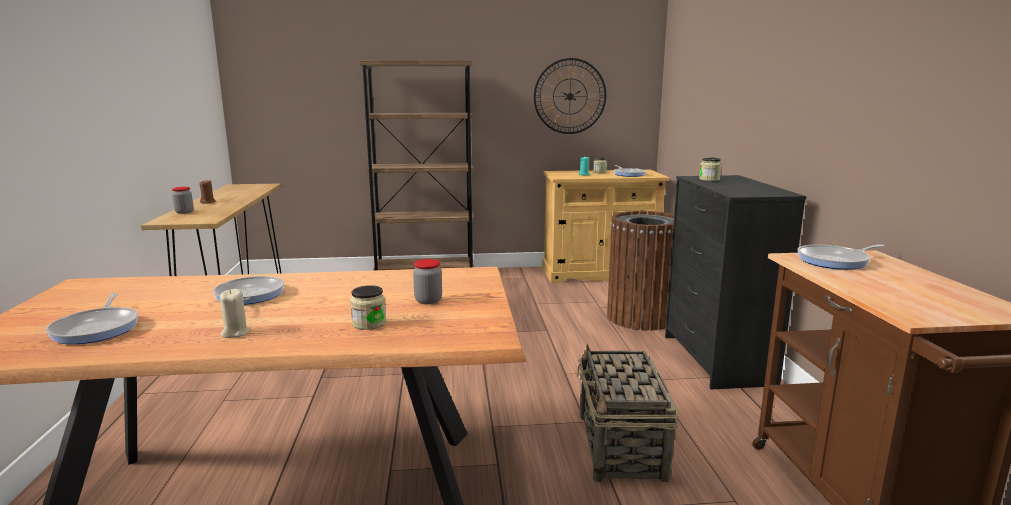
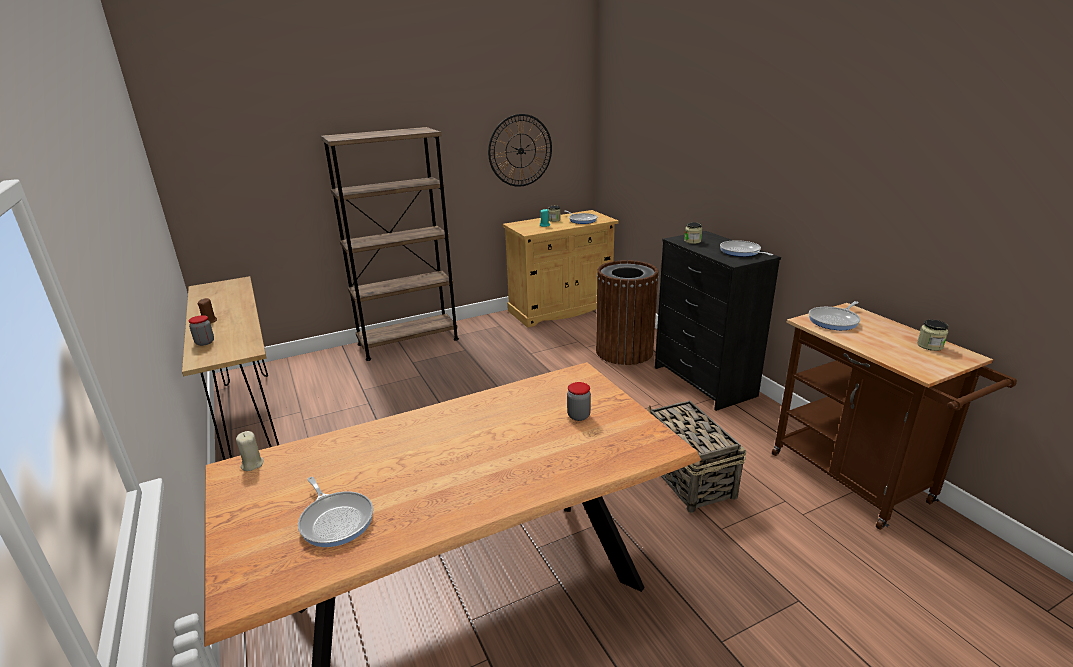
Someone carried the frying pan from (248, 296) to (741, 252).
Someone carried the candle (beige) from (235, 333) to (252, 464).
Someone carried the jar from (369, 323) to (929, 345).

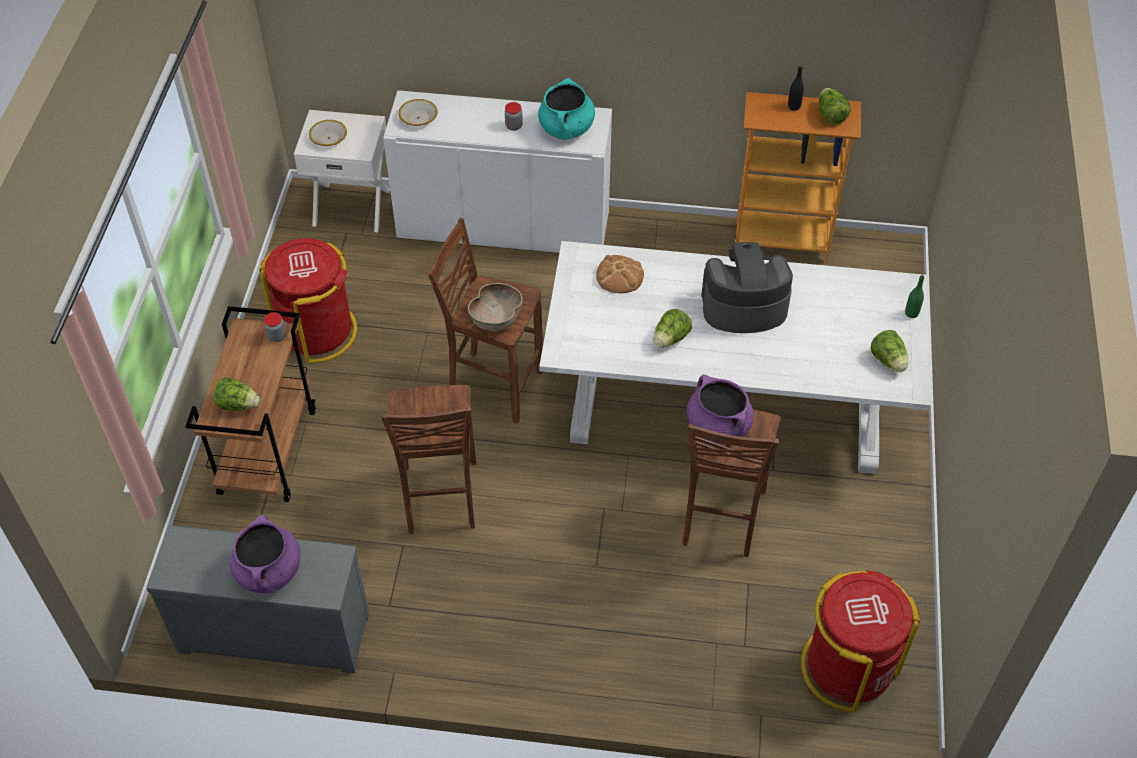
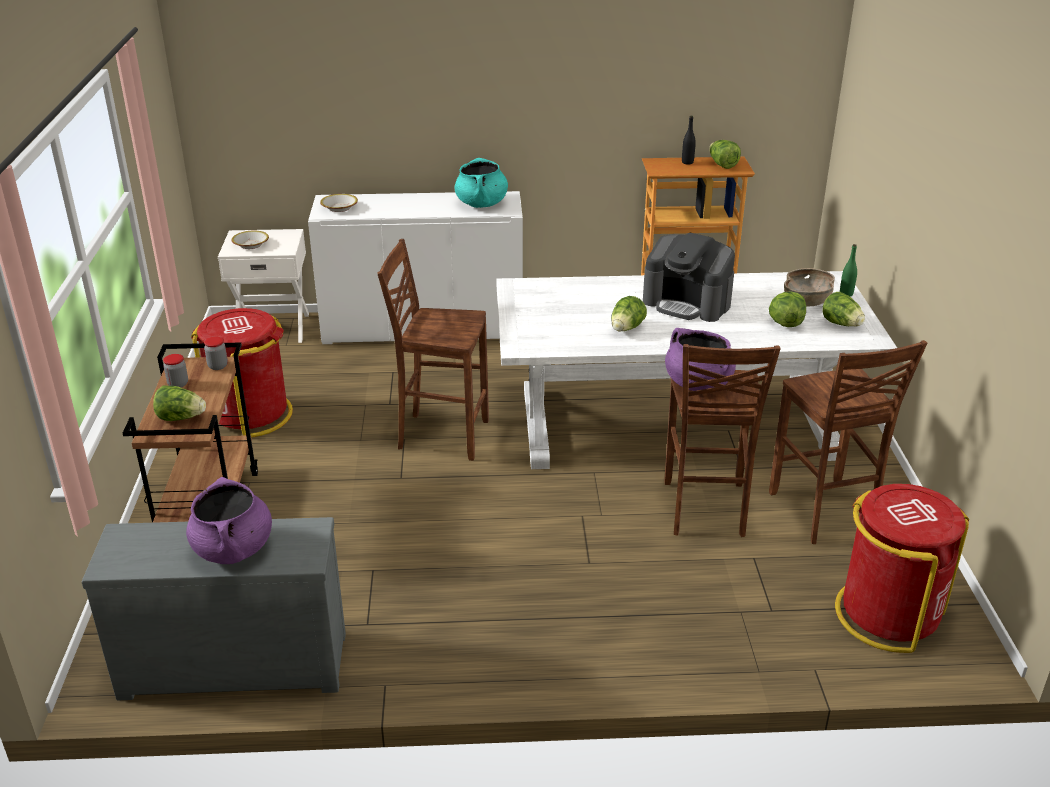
Someone took away the bread at (619, 275).
Someone put down the lettuce at (785, 323).
Someone carried the stool (brown) from (439, 499) to (823, 513).
Someone carried the bowl (brown) from (496, 319) to (806, 301).
Someone carried the jar from (514, 126) to (178, 384).
Someone rotated the coffee machine at (743, 306) by 135 degrees counterclockwise.

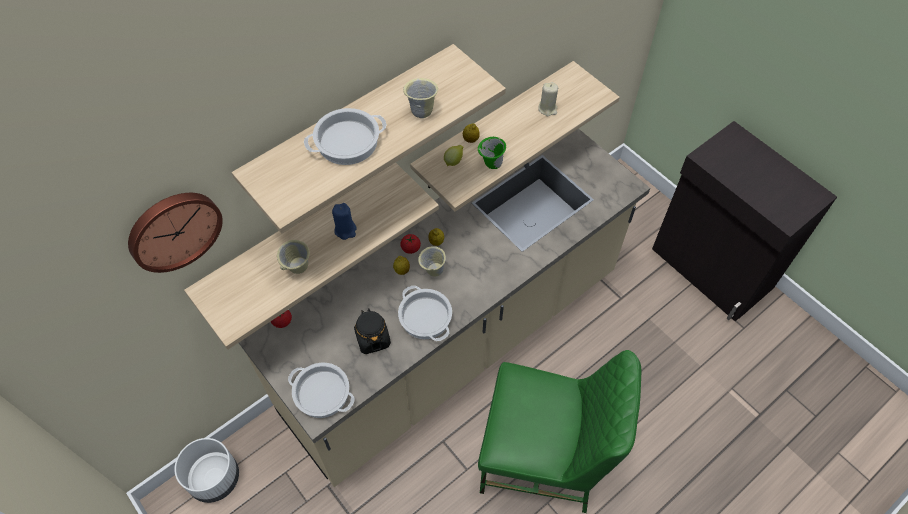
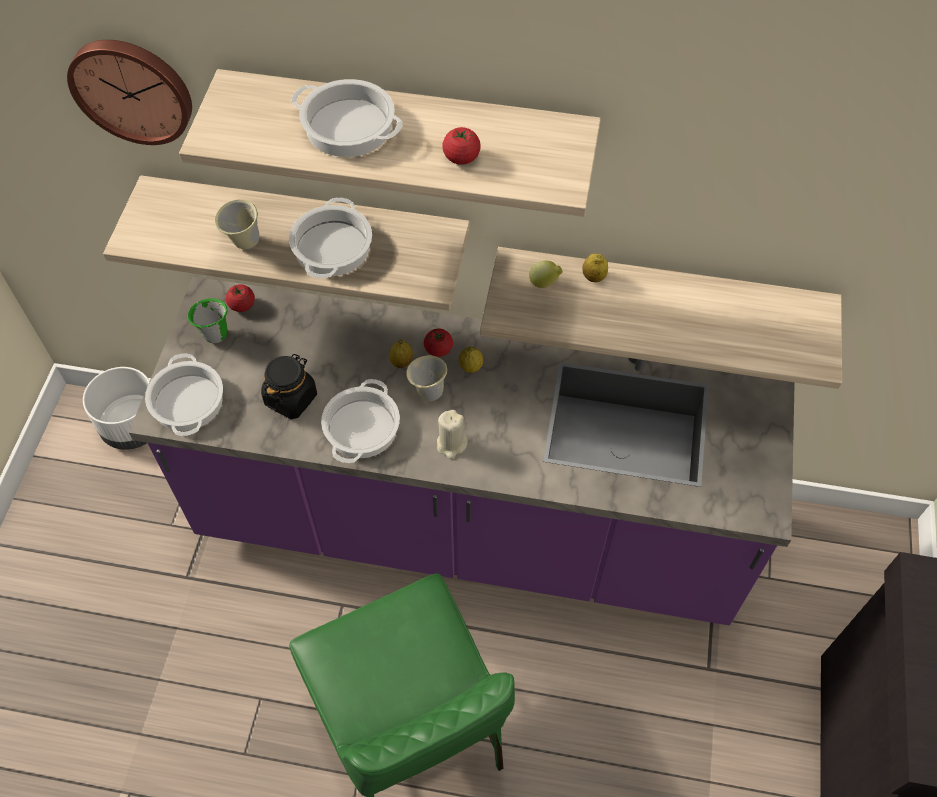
Someone carried the mug (green) from (490, 164) to (214, 334).
Someone carried the candle (beige) from (547, 109) to (451, 444).
Someone swapped the candle (blue) at (345, 230) for the cooking pot at (331, 247).
Someone swapped the mug (beige) at (421, 111) for the tomato at (461, 157).
Someone repainted the counter (beige) at (454, 344), which became the counter (purple) at (468, 527).

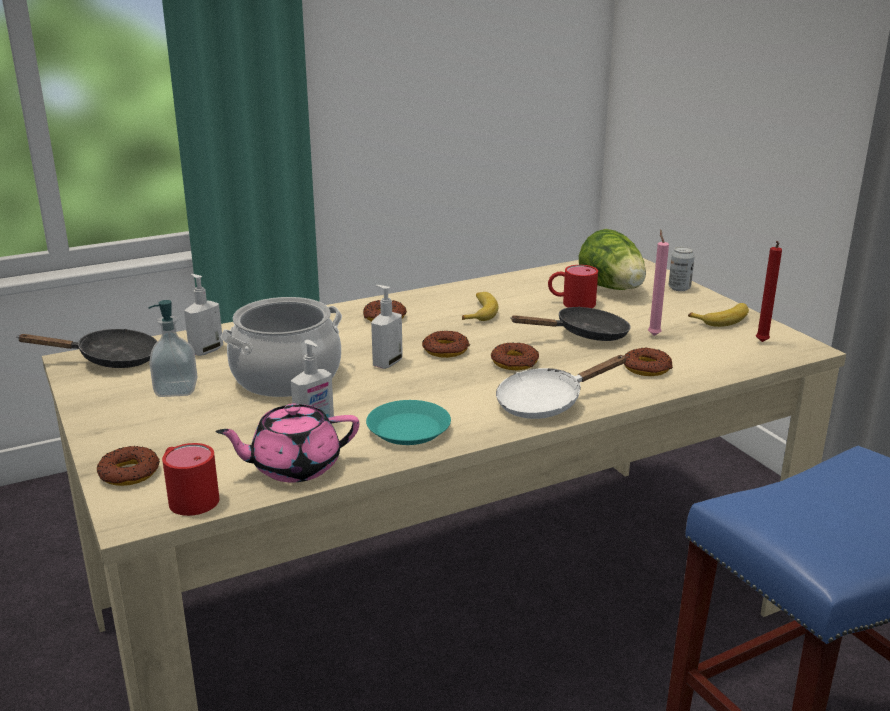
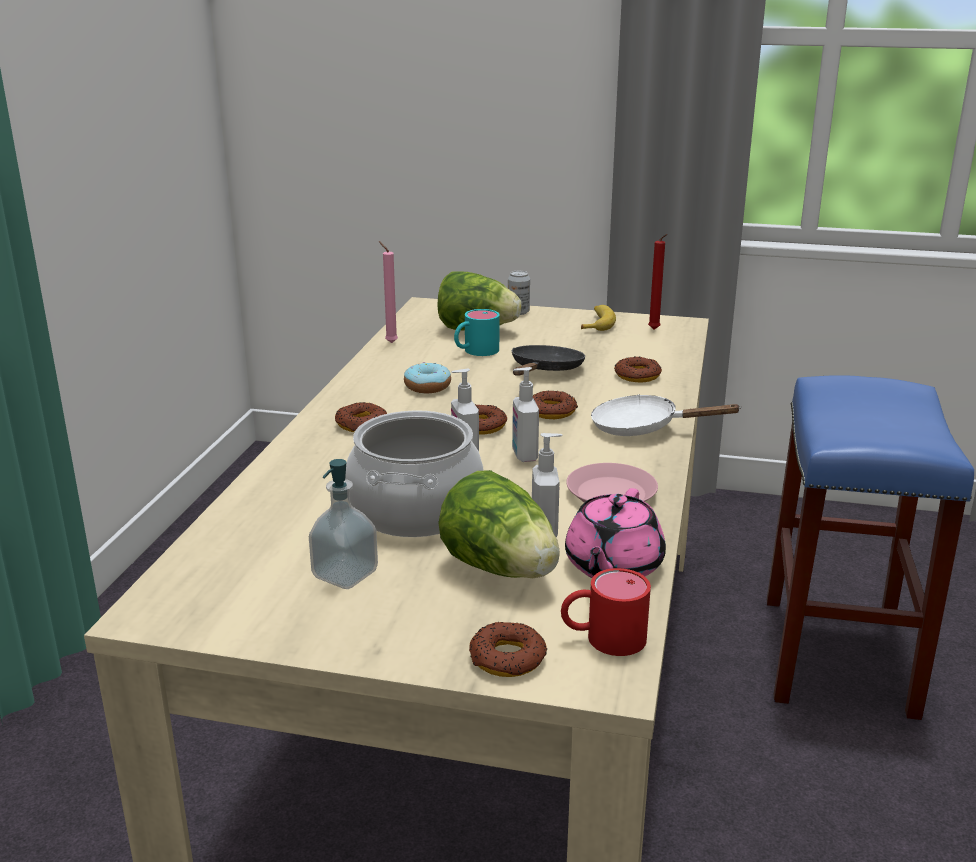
Someone took away the frying pan (black) at (110, 359).
Someone put down the lettuce at (501, 569).
Someone carried the soap dispenser from (205, 350) to (523, 455).
Someone carried the candle (pink) from (653, 334) to (390, 342).
Someone swapped the banana at (479, 312) for the donut at (427, 387).
Someone repainted the plate (turquoise) at (409, 429), which became the plate (pink) at (611, 493).
Someone repainted the mug (red) at (571, 303), which became the mug (turquoise) at (475, 351).
Someone rotated the frying pan (white) at (546, 403) by 90 degrees clockwise.

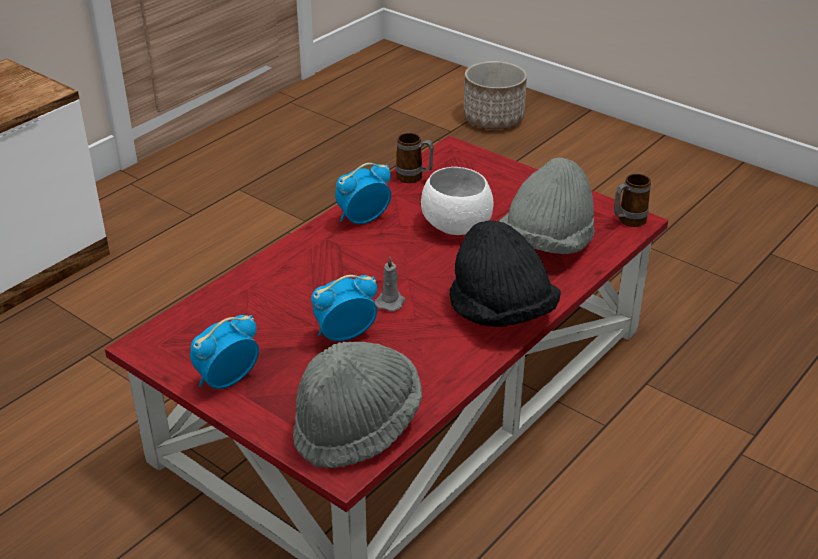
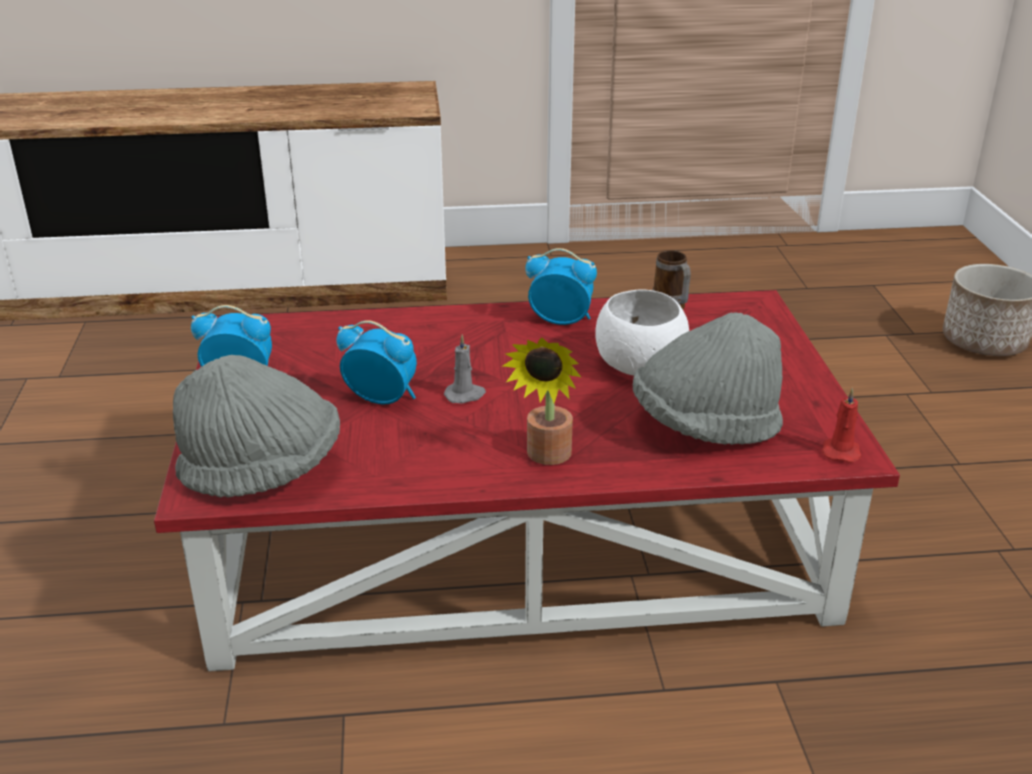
Someone swapped the hat (black) at (500, 312) for the potted plant at (547, 457).
Someone swapped the mug at (627, 221) for the candle (red) at (840, 451).

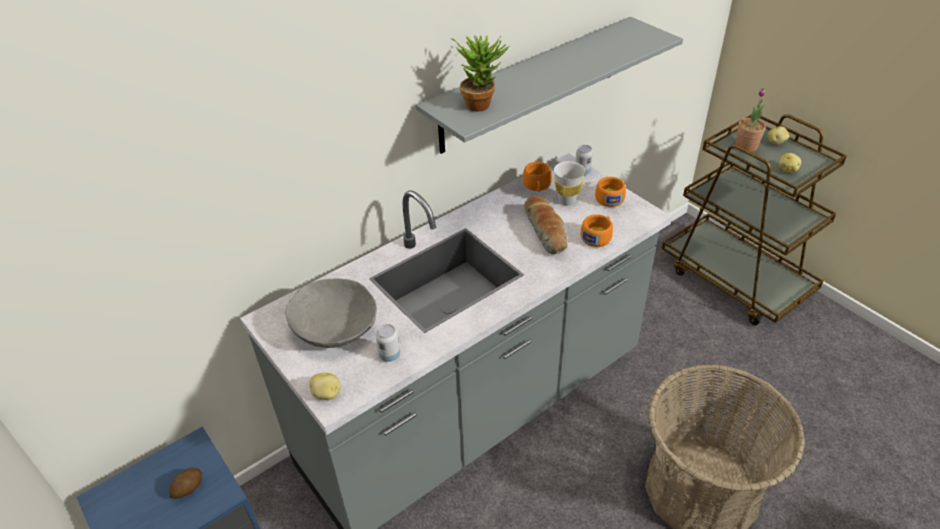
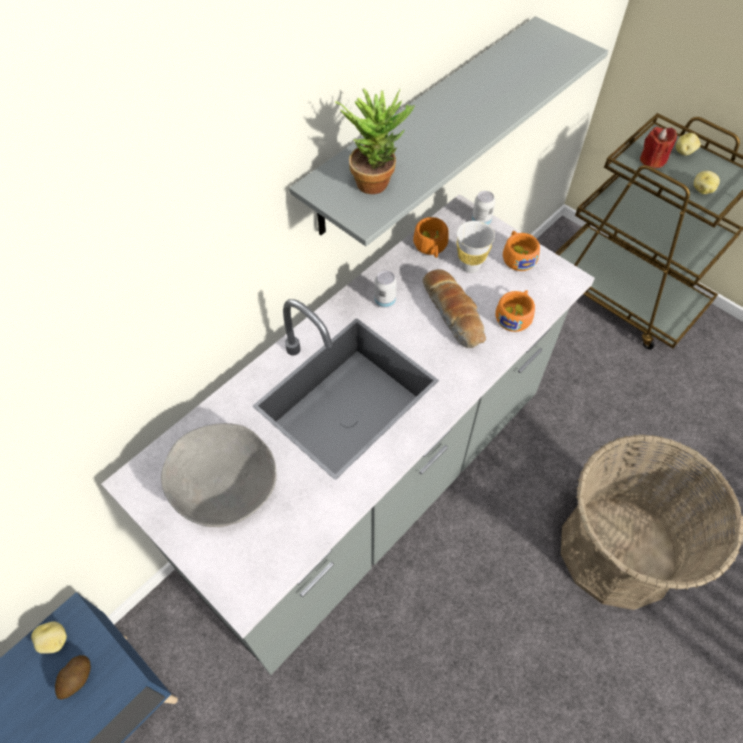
Someone carried the potato from (327, 394) to (54, 641).
Someone carried the can from (389, 355) to (385, 301).
Someone swapped the potted plant at (746, 146) for the candle (red) at (652, 160).

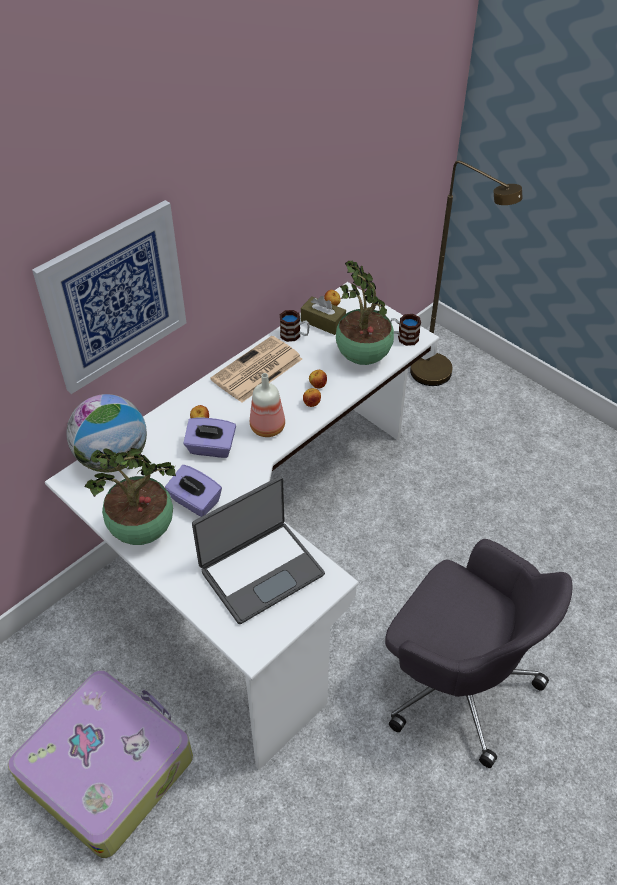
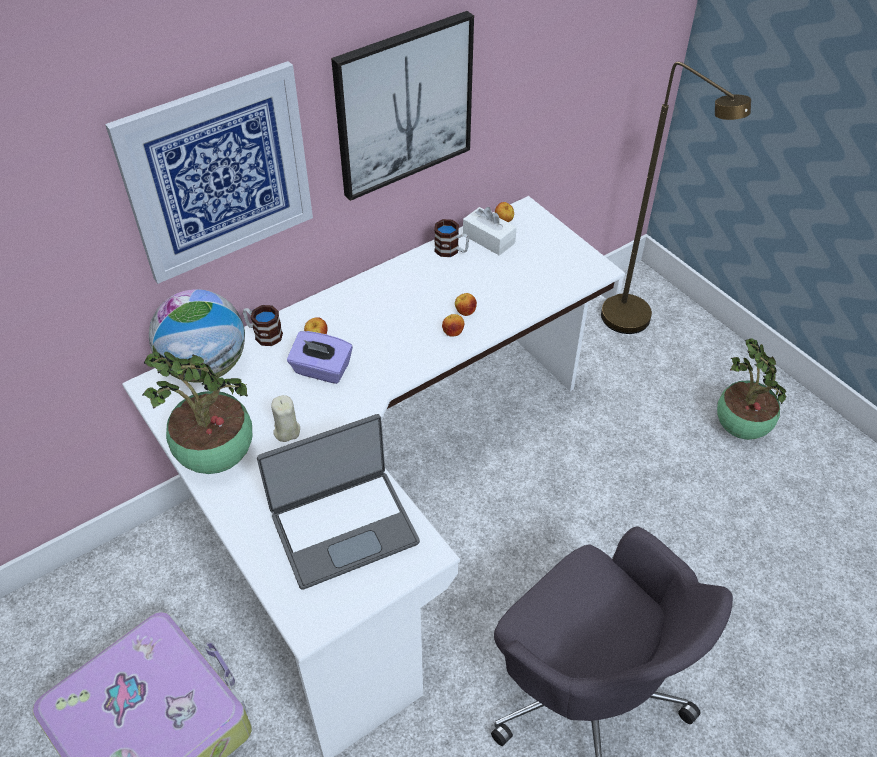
Someone took away the newspaper at (256, 370).
Someone took away the bottle at (268, 427).
Someone put up the picture at (403, 105).
Someone carried the potted plant from (364, 358) to (741, 429).
Someone carried the mug from (403, 337) to (263, 334).
Someone swapped the tissue box (purple) at (195, 501) for the candle (beige) at (286, 431).
Someone repainted the tissue box (brown) at (323, 322), which became the tissue box (white) at (488, 239).

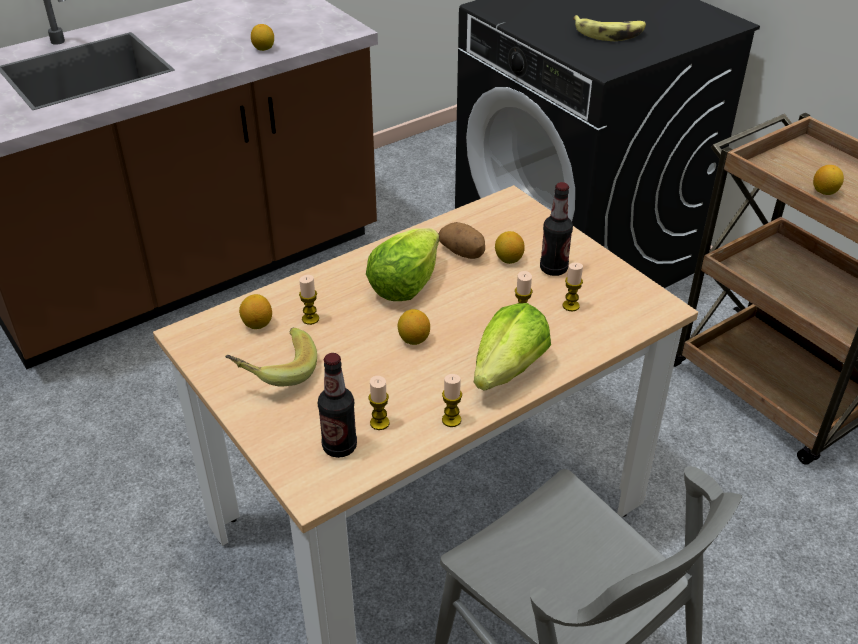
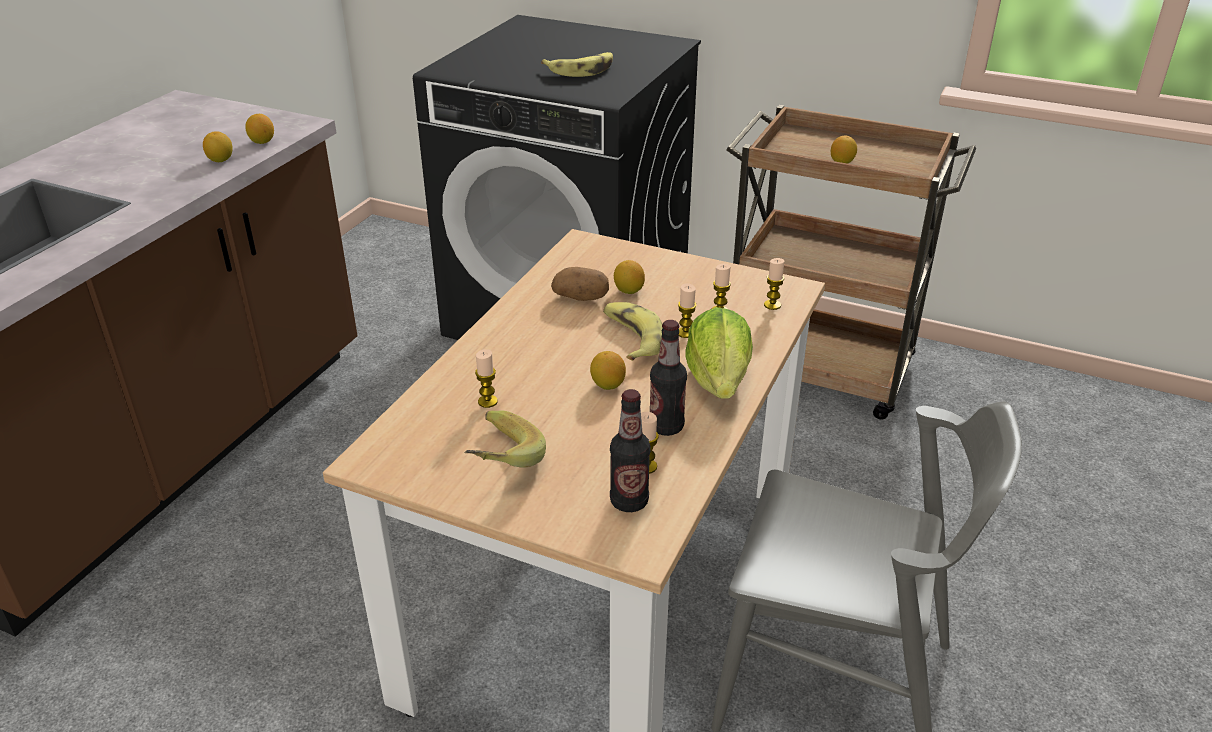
Someone took away the lettuce at (404, 285).
Someone put down the banana at (631, 338).
Someone carried the lemon from (257, 324) to (262, 141).
Someone carried the candle from (451, 420) to (772, 305).
Someone carried the bottle from (553, 269) to (666, 427).

